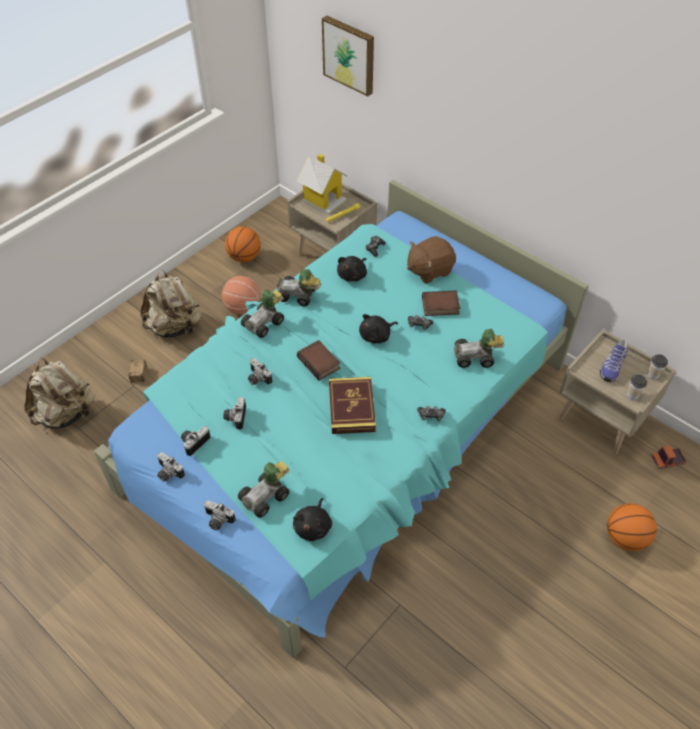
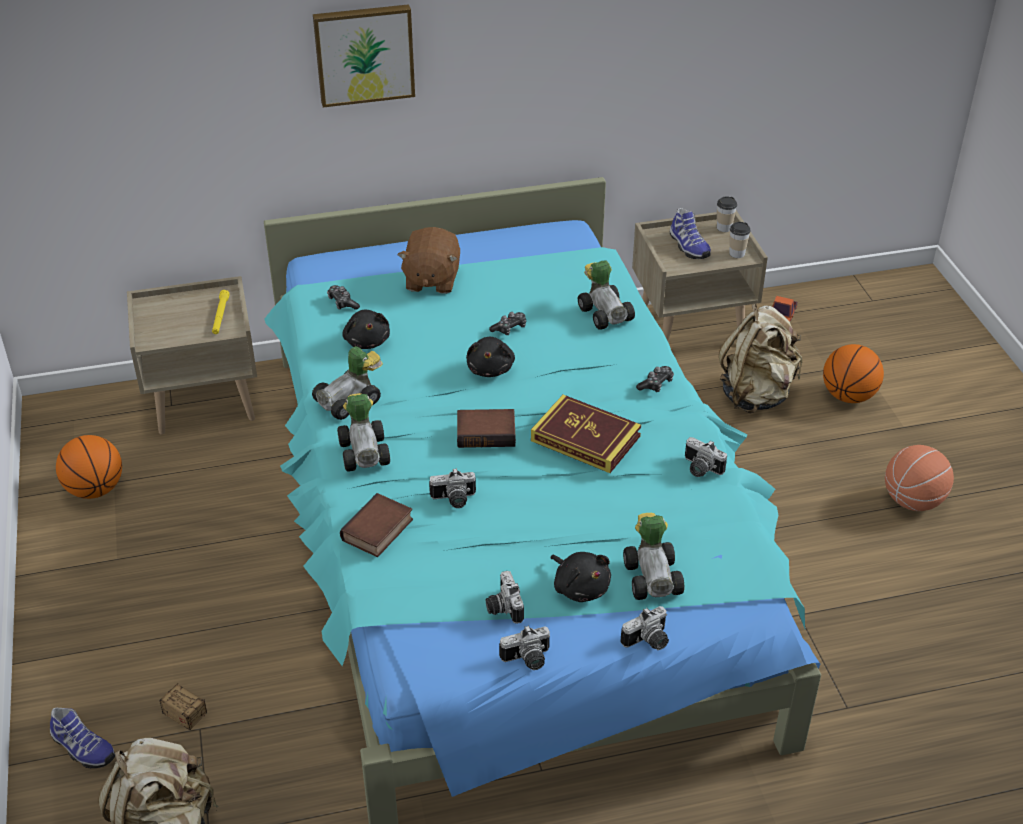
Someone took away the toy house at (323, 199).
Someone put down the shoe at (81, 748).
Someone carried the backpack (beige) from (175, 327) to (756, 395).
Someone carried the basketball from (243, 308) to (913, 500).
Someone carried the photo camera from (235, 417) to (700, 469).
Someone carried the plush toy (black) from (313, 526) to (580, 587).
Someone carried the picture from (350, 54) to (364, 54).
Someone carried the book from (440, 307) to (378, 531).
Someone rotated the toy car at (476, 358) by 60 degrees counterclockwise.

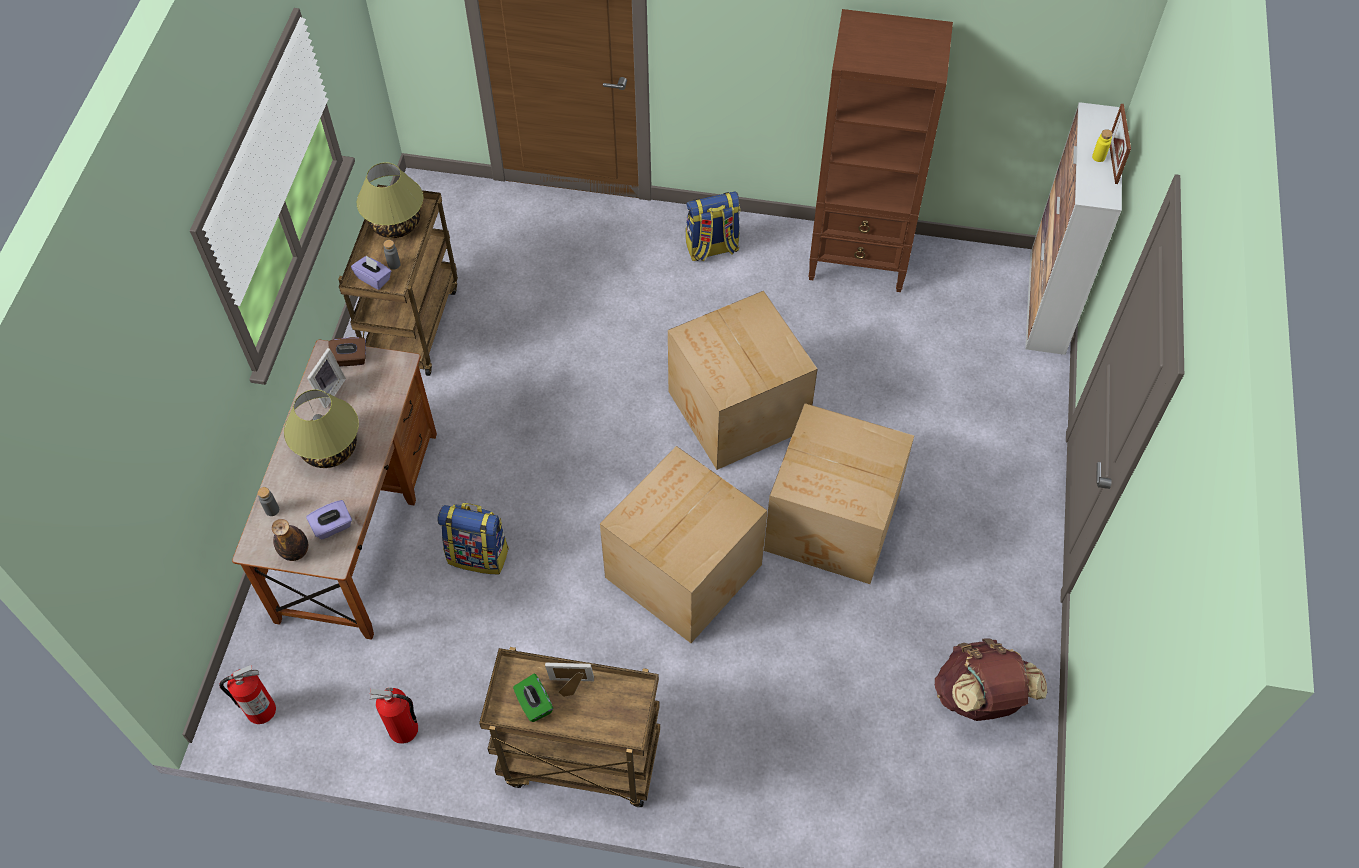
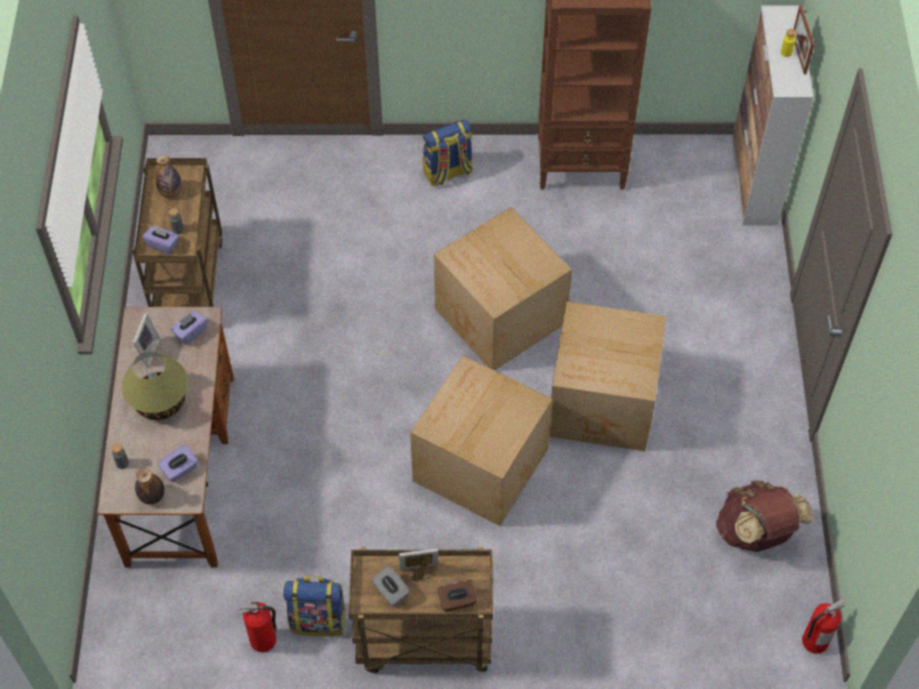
Someone put down the tissue box (purple) at (190, 332).
Someone carried the fire extinguisher from (260, 710) to (814, 641).
Someone carried the tissue box (brown) from (350, 359) to (457, 601).
Someone carried the backpack from (479, 555) to (318, 619).
Someone swapped the table lamp at (396, 224) for the bottle at (170, 192).
Someone repainted the tissue box (green) at (534, 704), which became the tissue box (grey) at (391, 592).

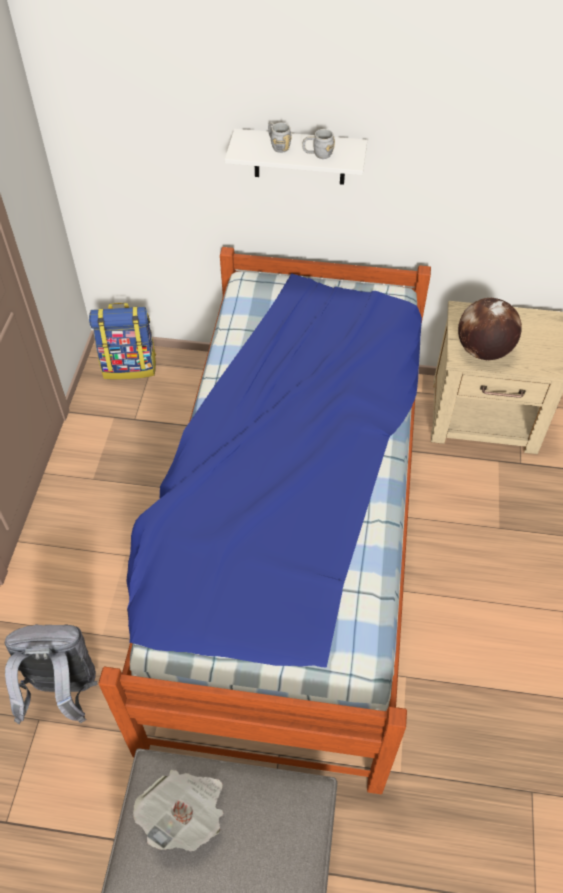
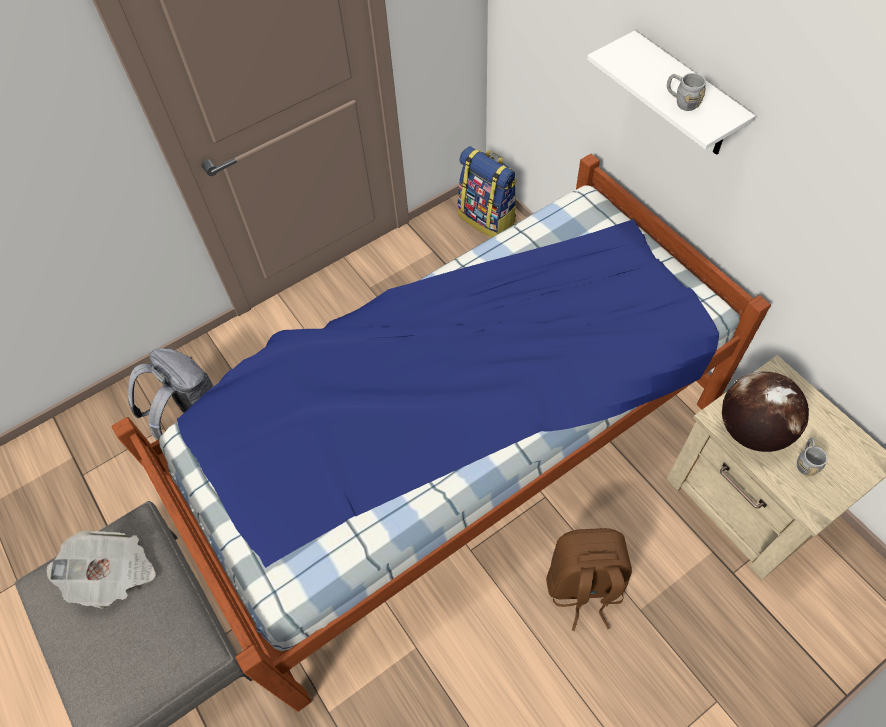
Someone put down the backpack (brown) at (583, 587).
Someone carried the mug (grey) from (278, 145) to (805, 462).

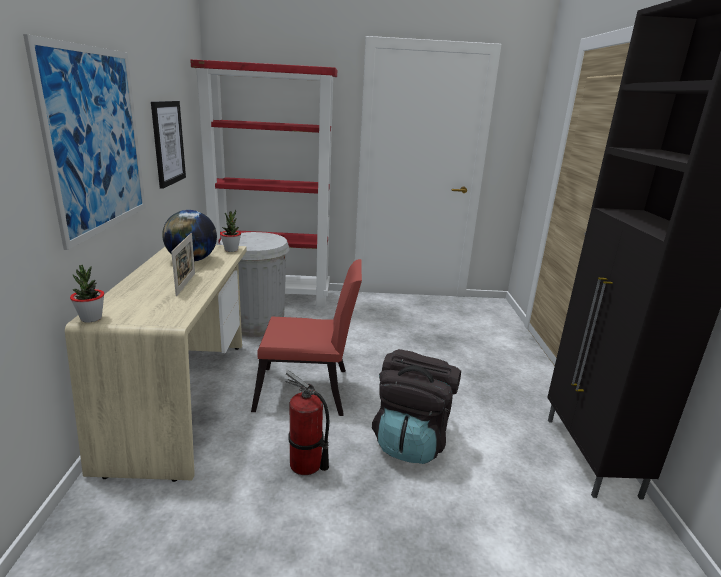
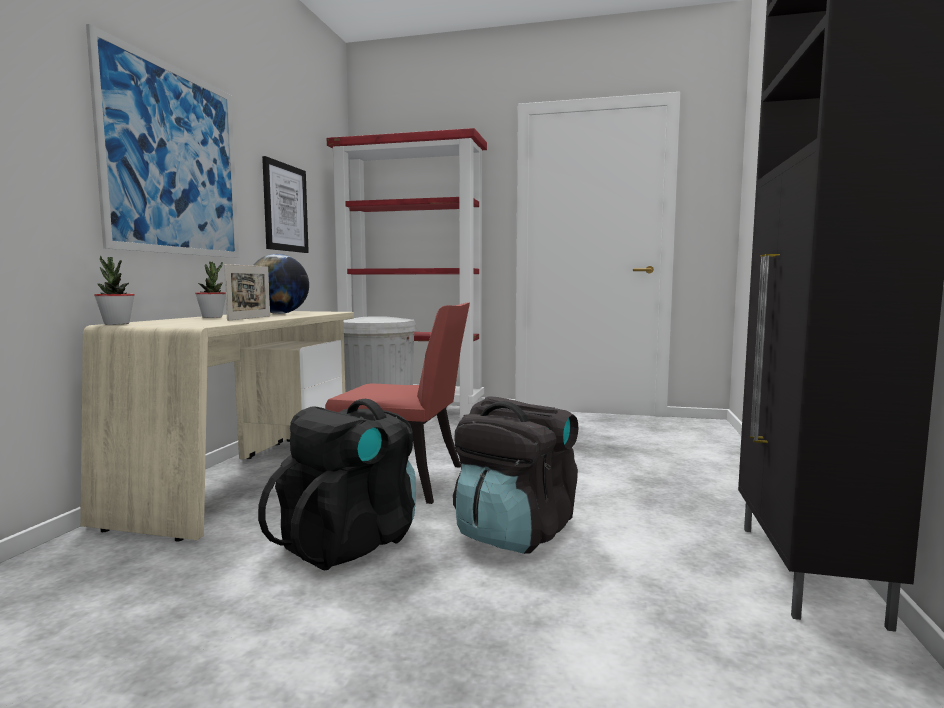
Someone carried the potted plant from (231, 250) to (212, 317).
Someone swapped the fire extinguisher at (305, 464) for the backpack (black) at (350, 541).

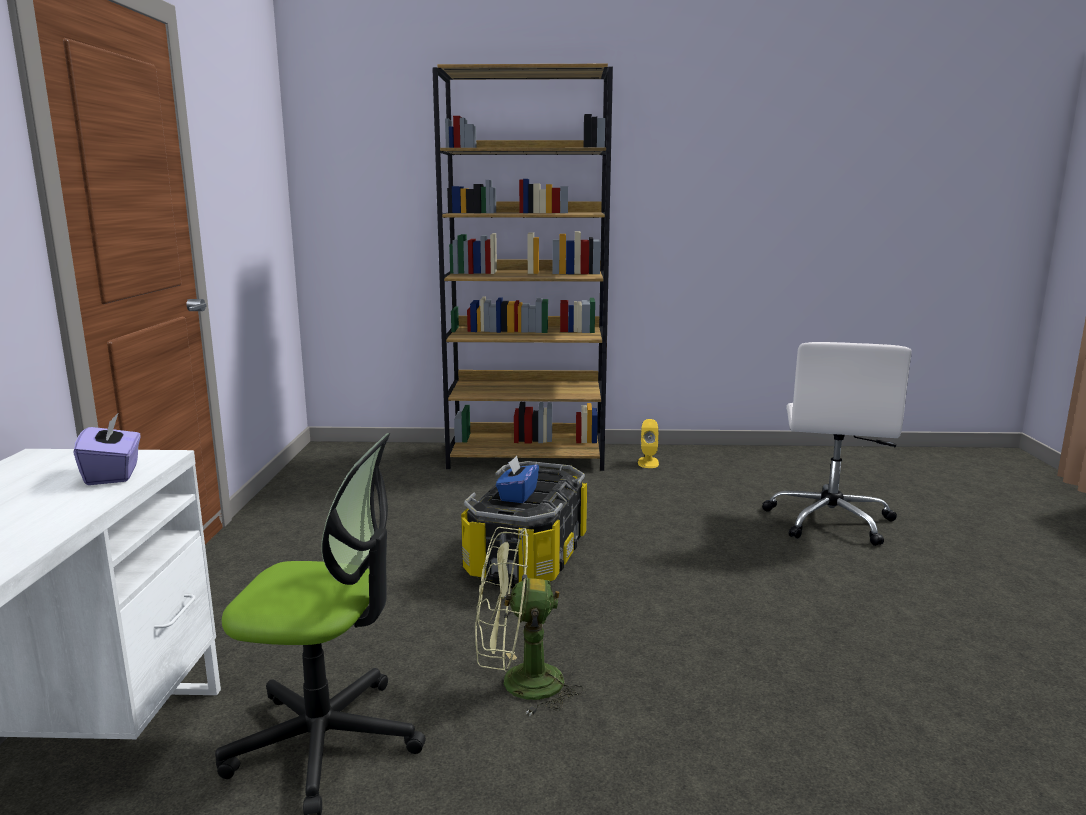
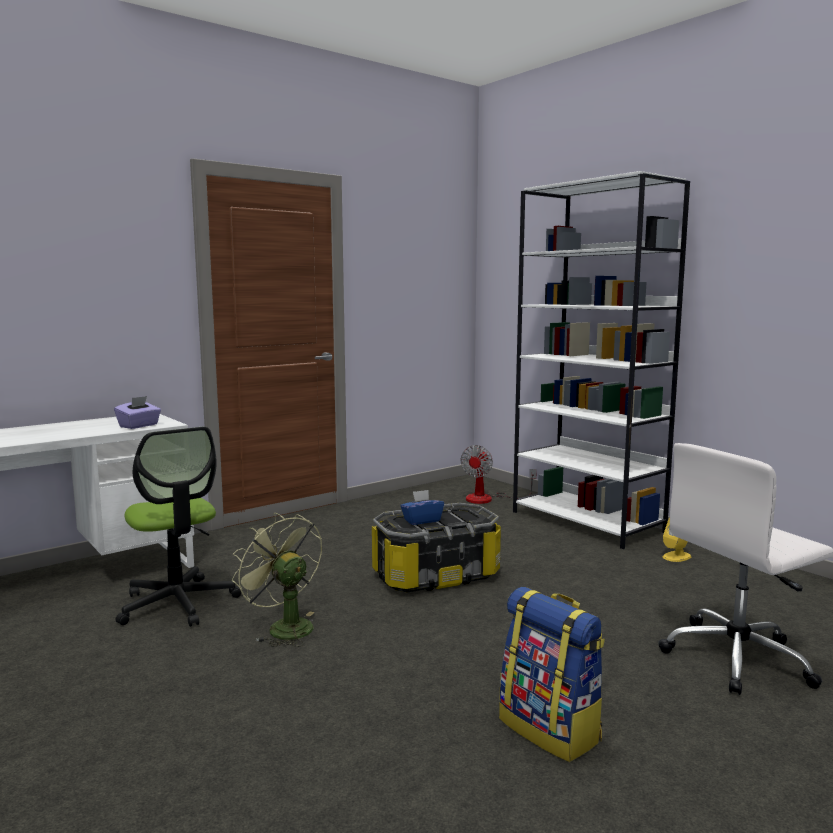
Someone put down the fan at (488, 499).
Someone put down the backpack at (551, 729).
Someone repainted the bookcase (brown) at (528, 456), which became the bookcase (white) at (587, 522).

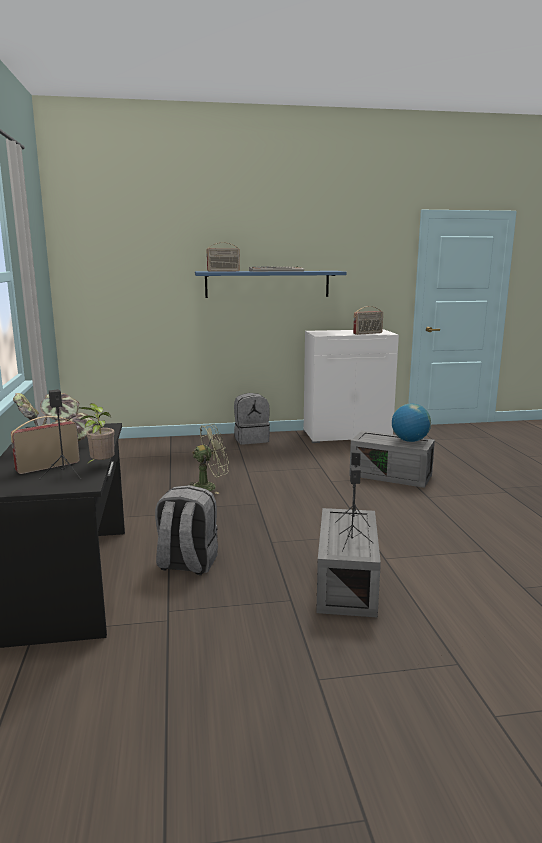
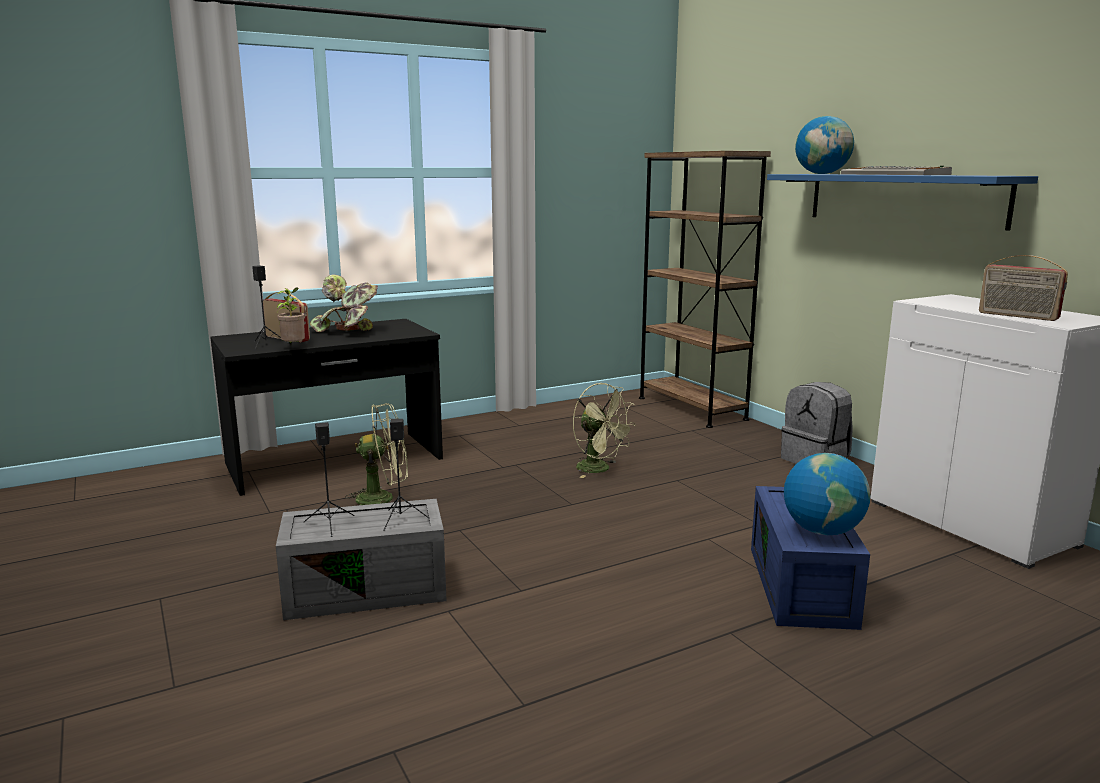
Someone put down the bookcase (brown) at (691, 408).
Someone swapped the backpack (grey) at (186, 564) for the fan (green) at (383, 498).
Someone swapped the radio at (223, 271) for the globe at (822, 174).
Someone repainted the storage box (grey) at (392, 475), which became the storage box (blue) at (803, 587).

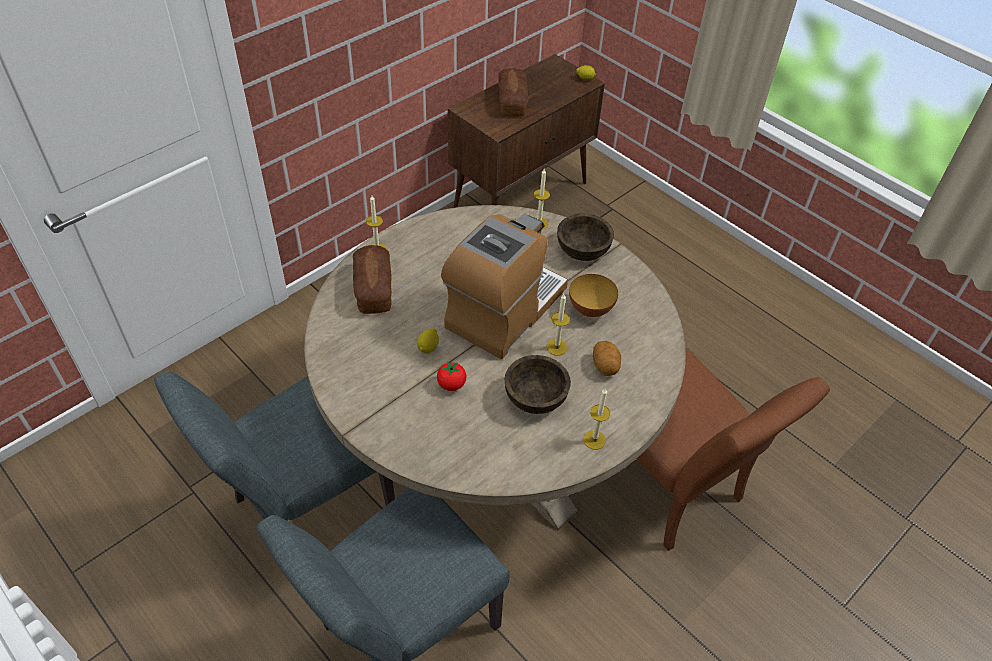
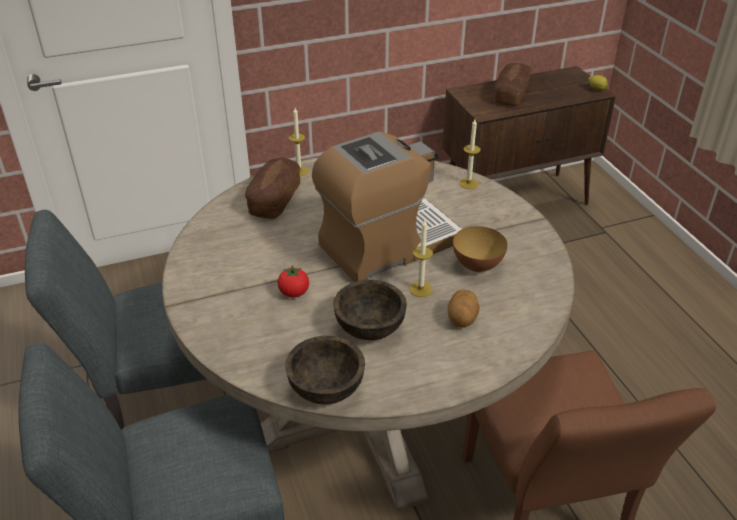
Someone took away the lemon at (428, 347).
Someone took away the candle at (594, 440).
Someone carried the bowl (brown) from (583, 250) to (326, 387).

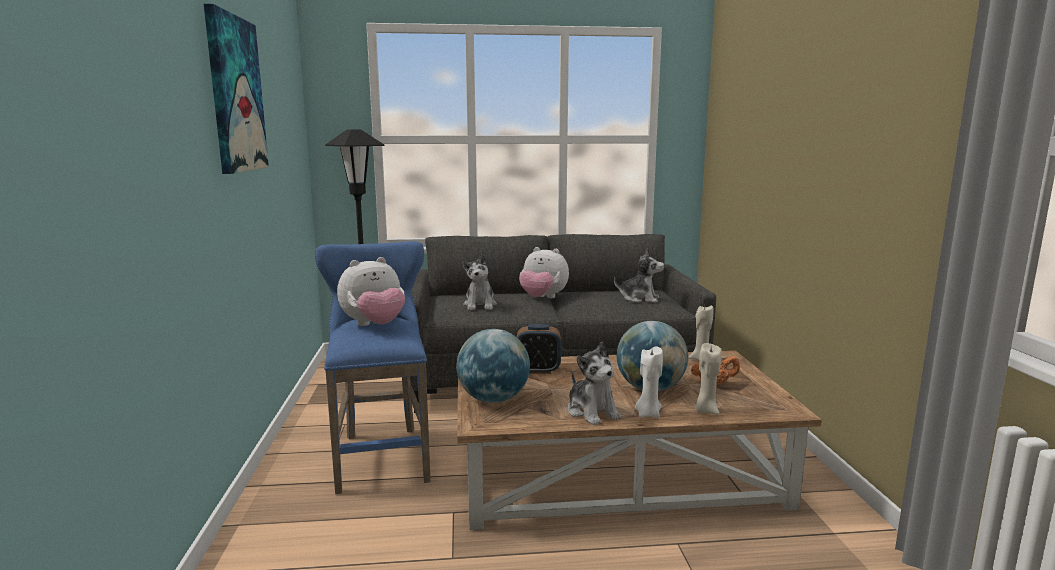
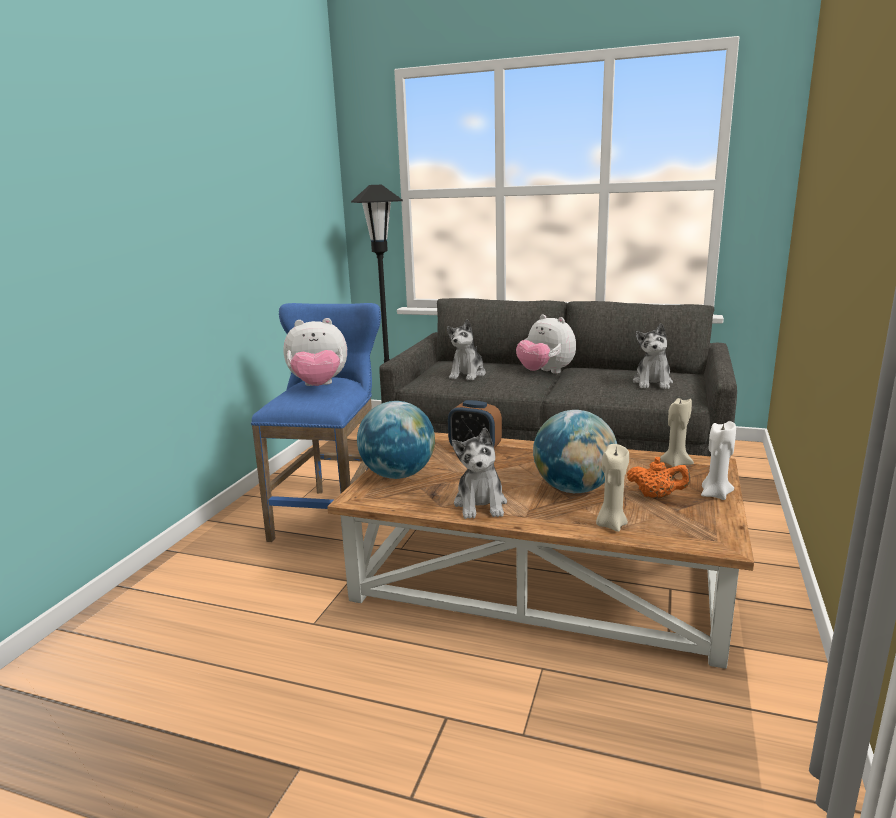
Someone took away the picture at (235, 94).
Someone carried the candle (white) from (648, 414) to (715, 494).
Someone rotated the plush toy at (639, 299) by 60 degrees clockwise.

